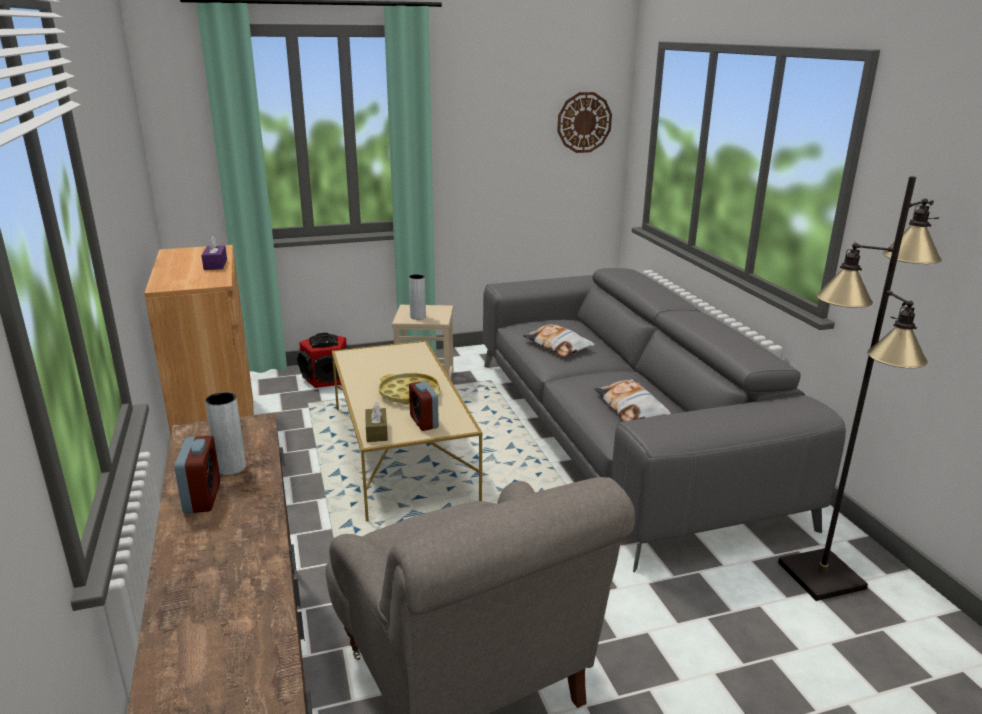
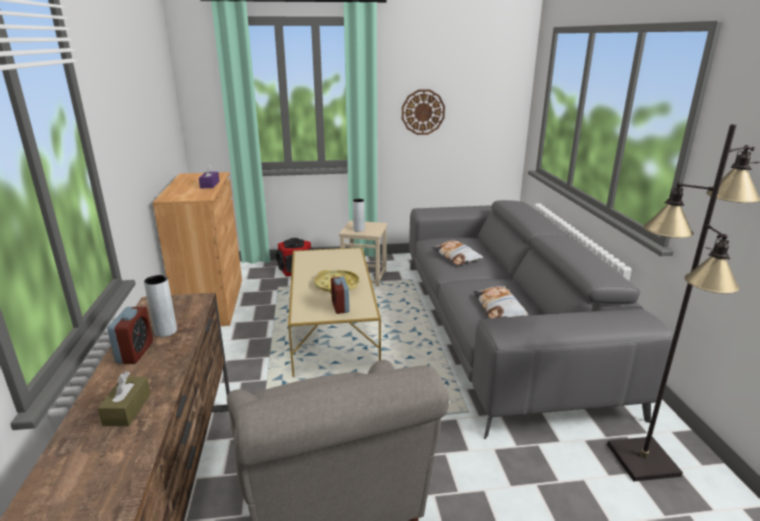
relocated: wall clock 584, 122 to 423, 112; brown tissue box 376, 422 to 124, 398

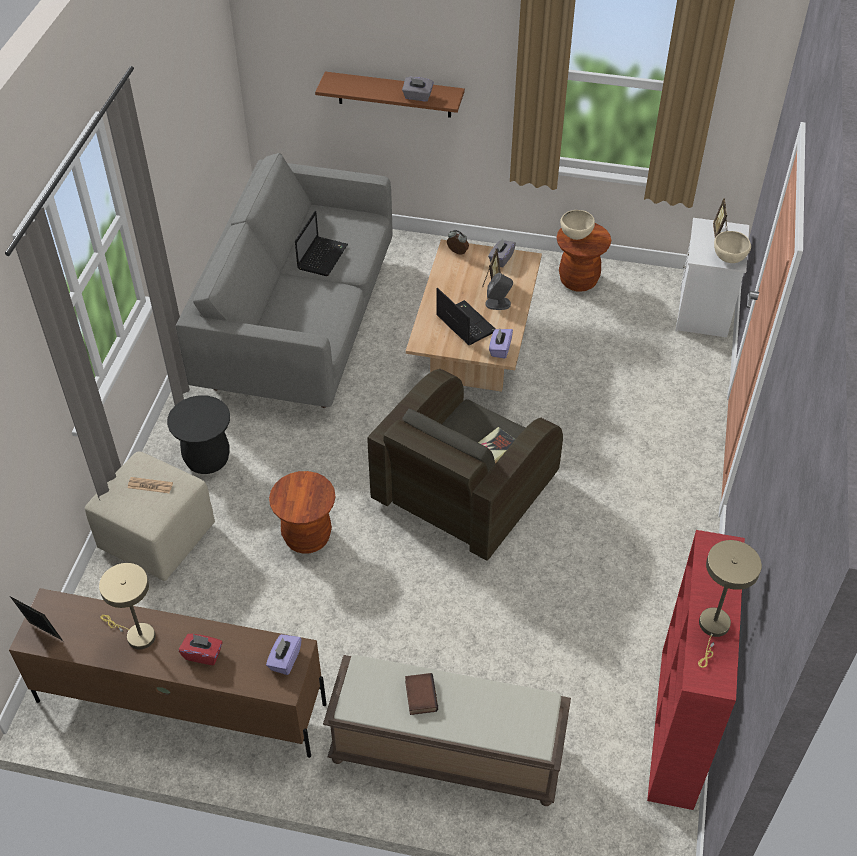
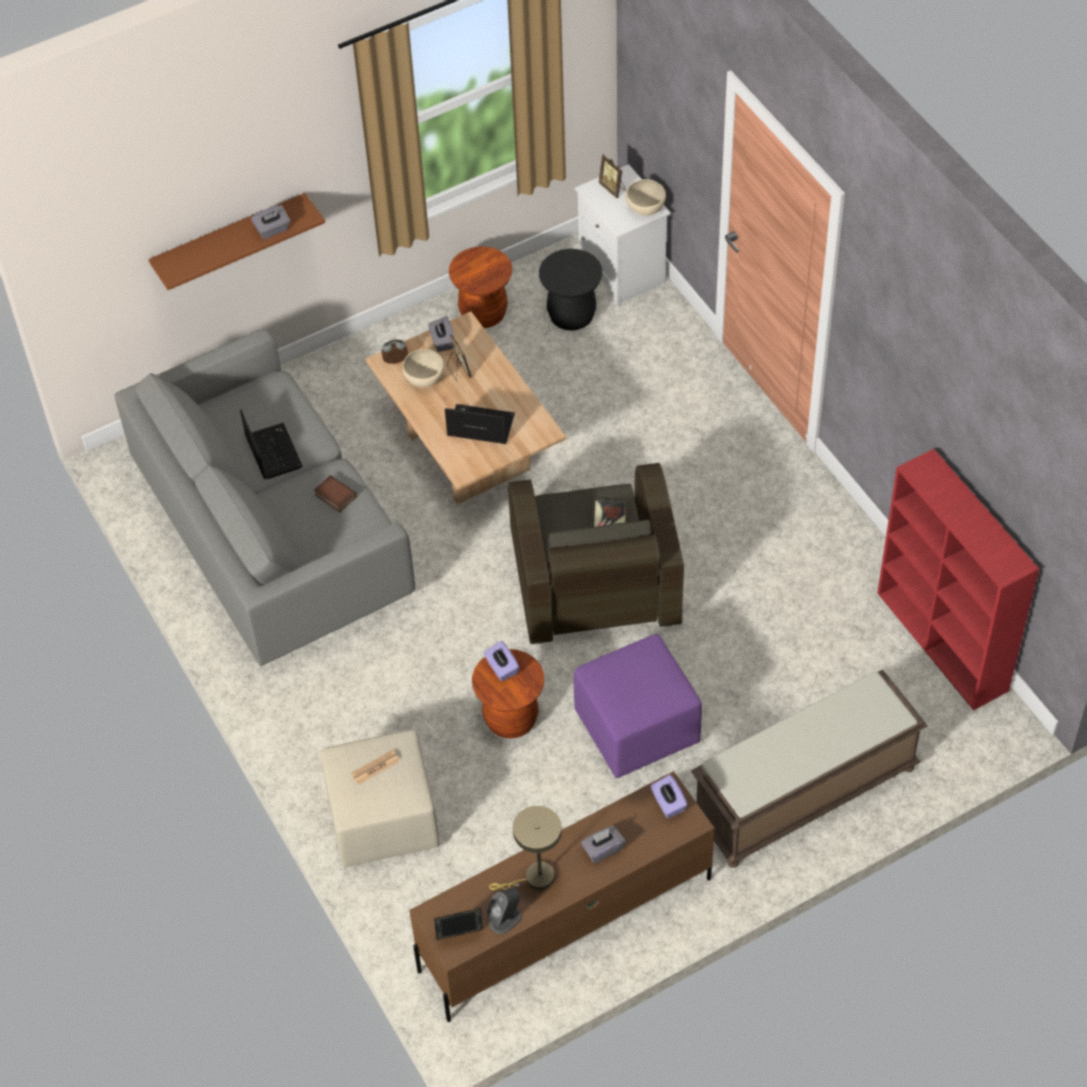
missing: beige table lamp 730, 604
appeared: purple ottoman 638, 706
relocated: beige bowl 577, 225 to 423, 368; grey speaker 499, 291 to 504, 911; purple tissue box 501, 344 to 501, 661; black stool 198, 434 to 570, 290; book 421, 694 to 335, 493
colour: red tissue box 201, 649 to grey tissue box 603, 845

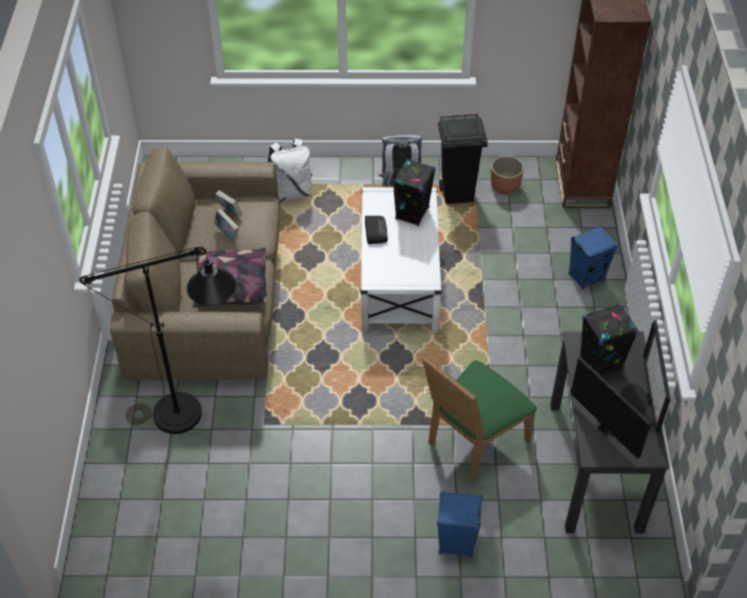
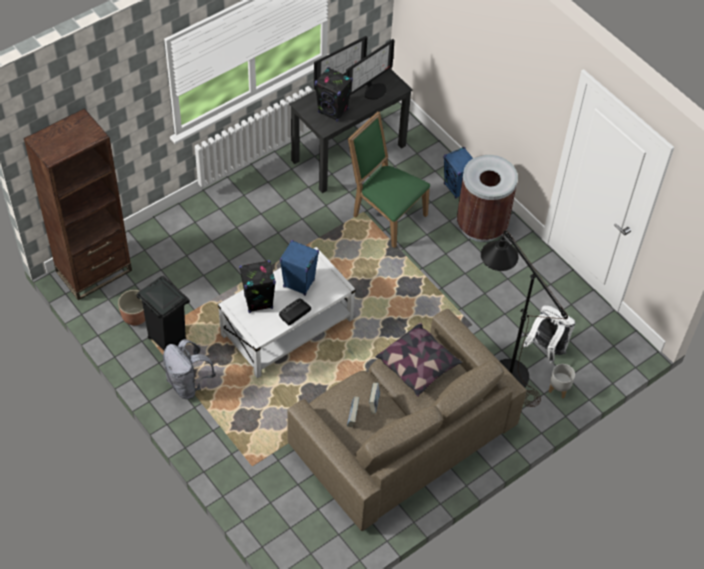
appeared: brown trash can 487, 198; grey planter 562, 381
relocated: white backpack 290, 170 to 549, 334; blue speaker 593, 258 to 299, 267
spun: green chair 479, 418 = 389, 179 150 degrees counterclockwise; monitor 611, 408 = 370, 69 150 degrees counterclockwise

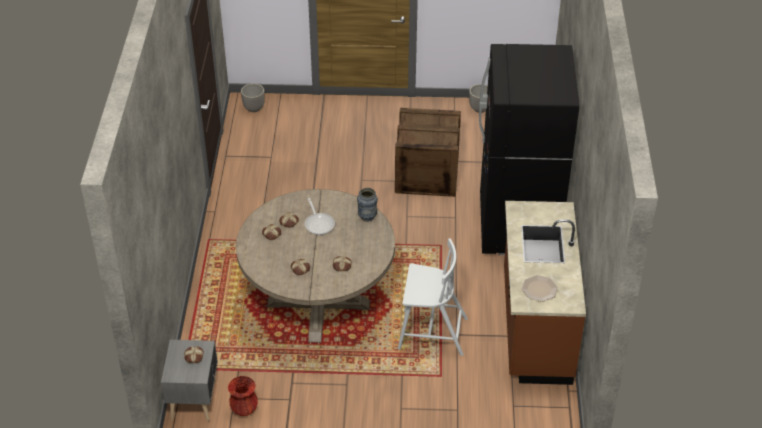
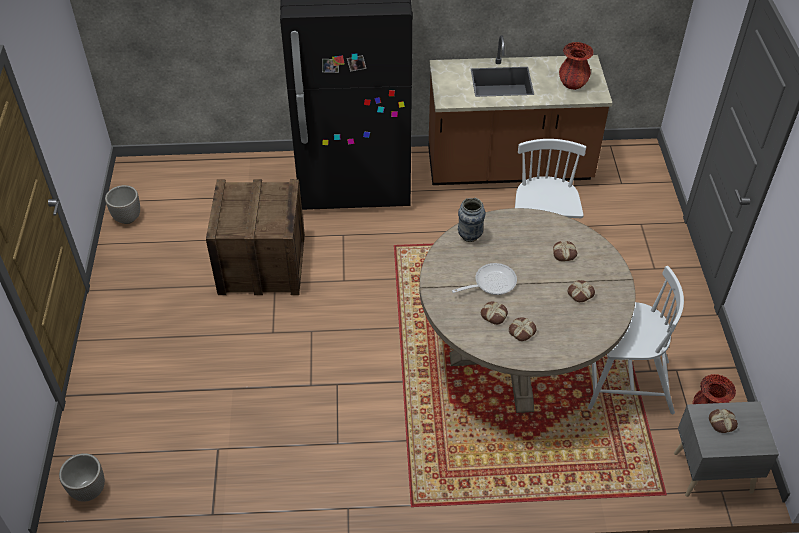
appeared: white chair 636, 340
exchanged: plate 540, 288 to red vase 576, 66

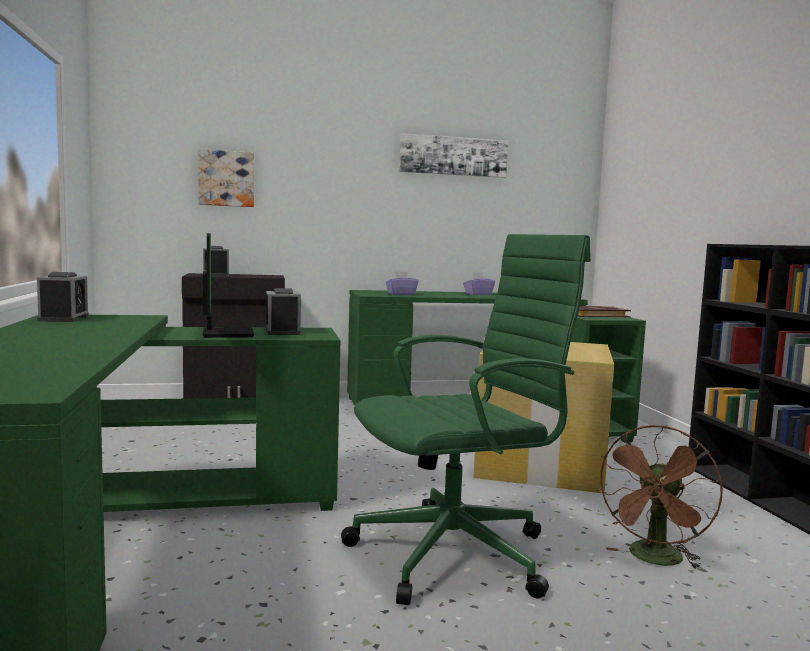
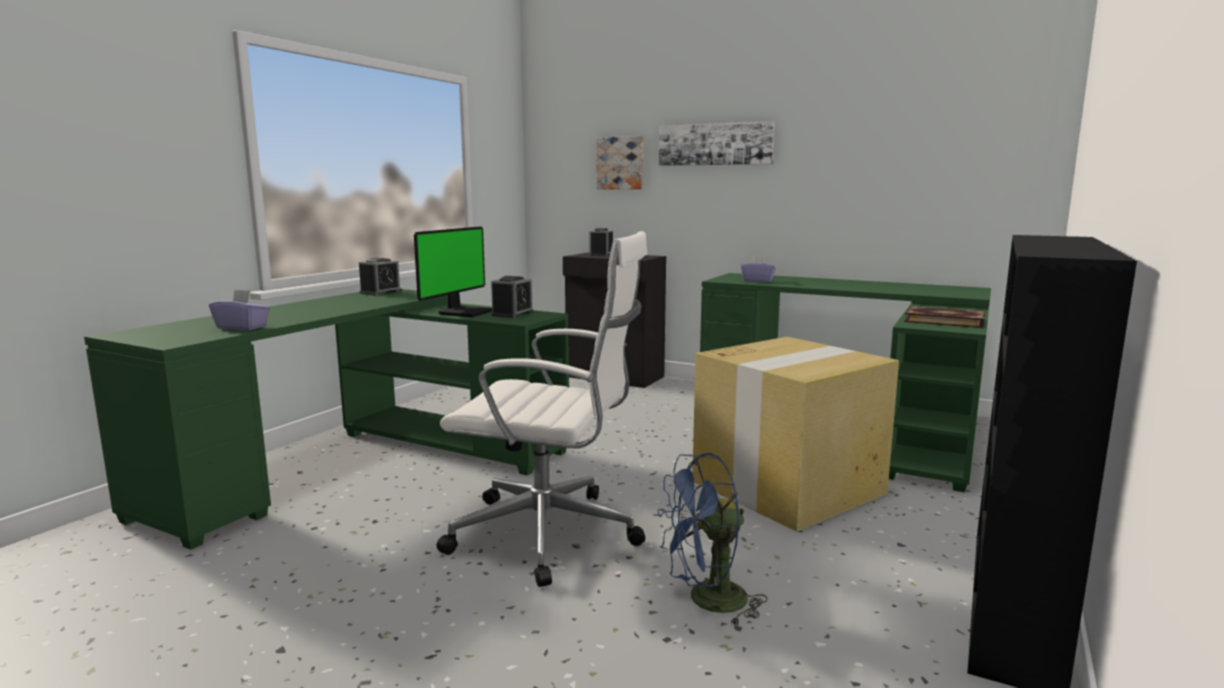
relocated: picture 453, 155 to 717, 143; purple tissue box 479, 284 to 239, 309
colour: green office chair 466, 419 to white office chair 542, 409; brown fan 659, 497 to blue fan 713, 539

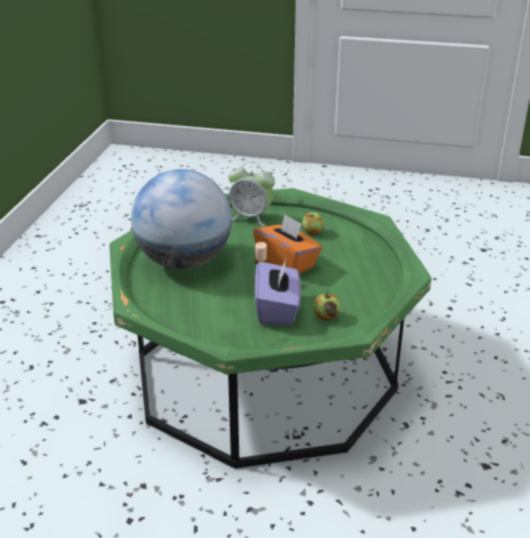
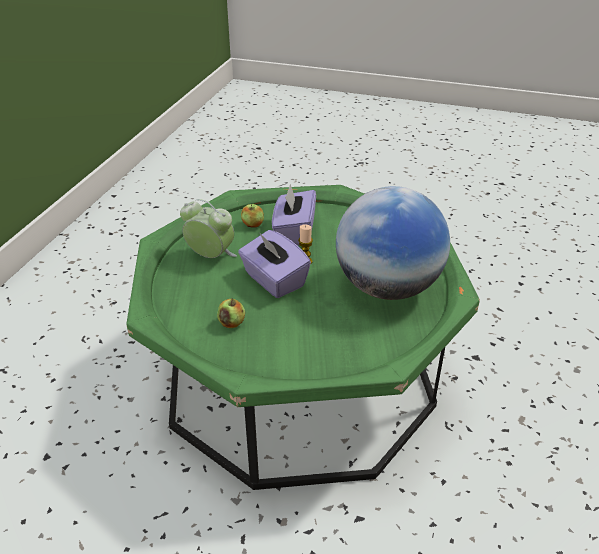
relocated: alarm clock 251, 194 to 208, 228
colour: orange tissue box 287, 244 to purple tissue box 274, 264

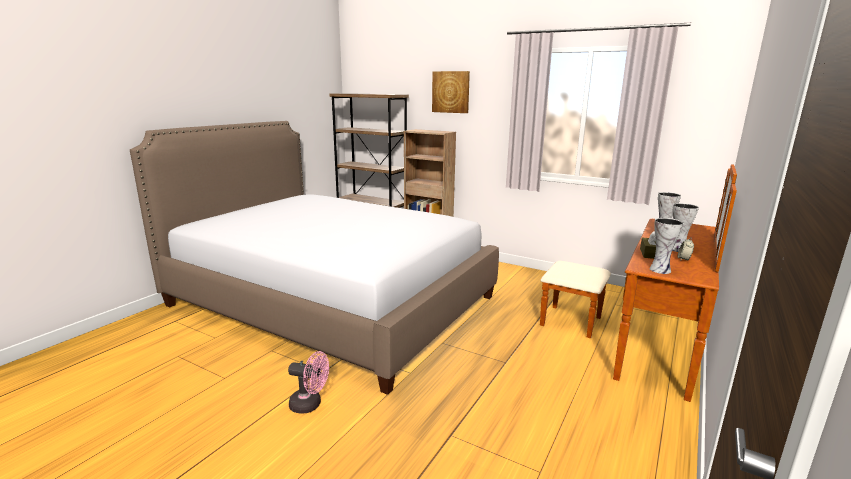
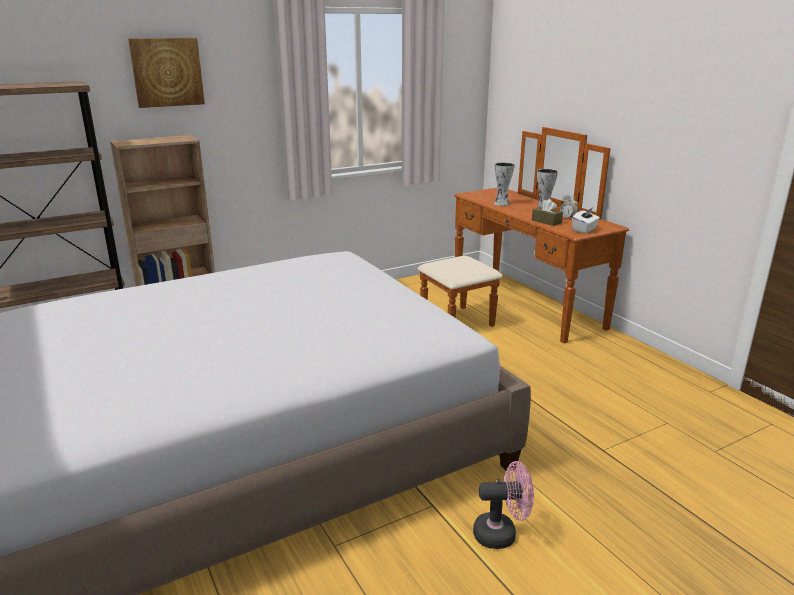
exchanged: vase 666, 246 to white tissue box 586, 220
spun: pink fan 308, 382 = 503, 505 45 degrees clockwise

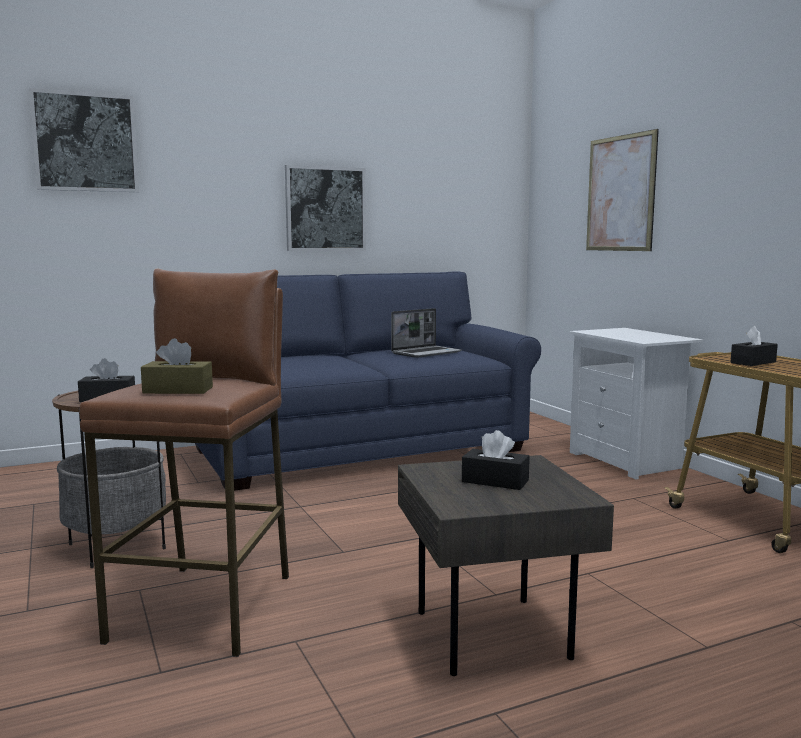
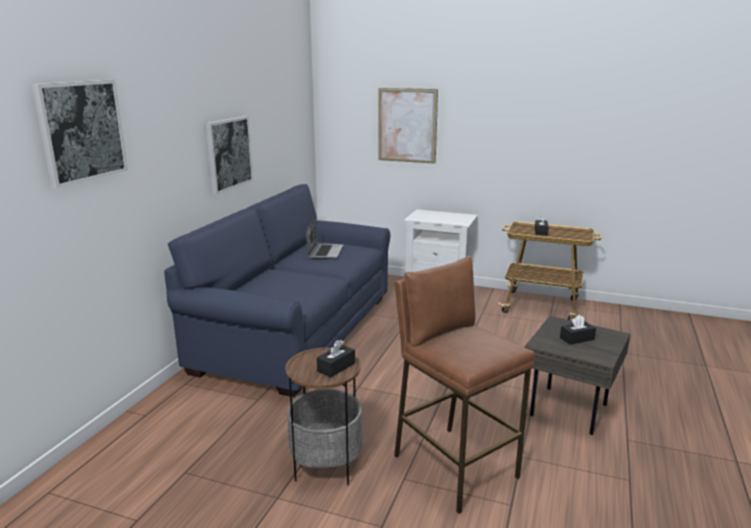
missing: brown tissue box 177, 366

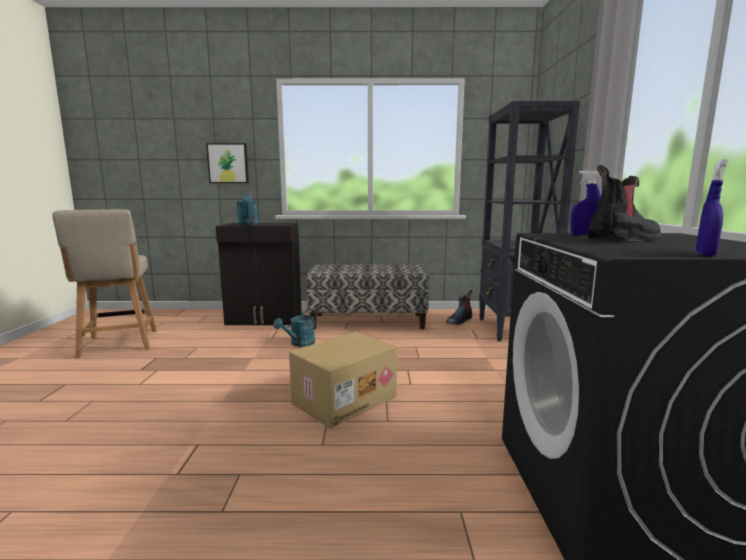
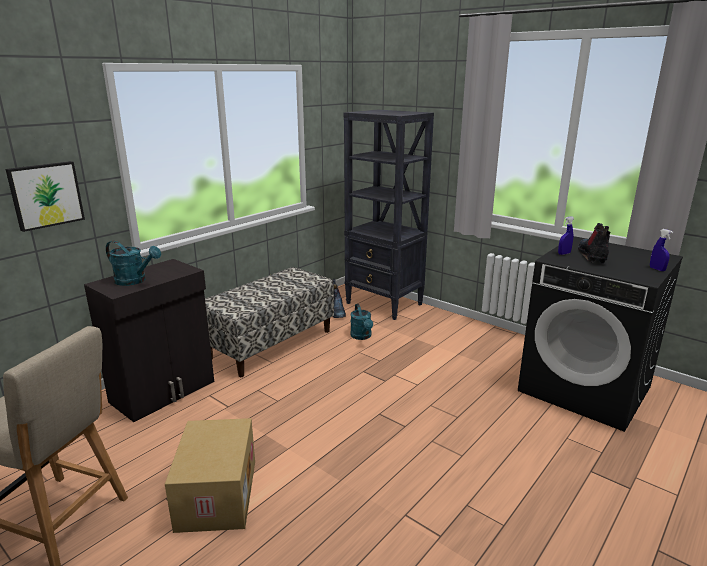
relocated: turquoise watering can 294, 328 to 361, 322; cardboard box 343, 380 to 210, 475

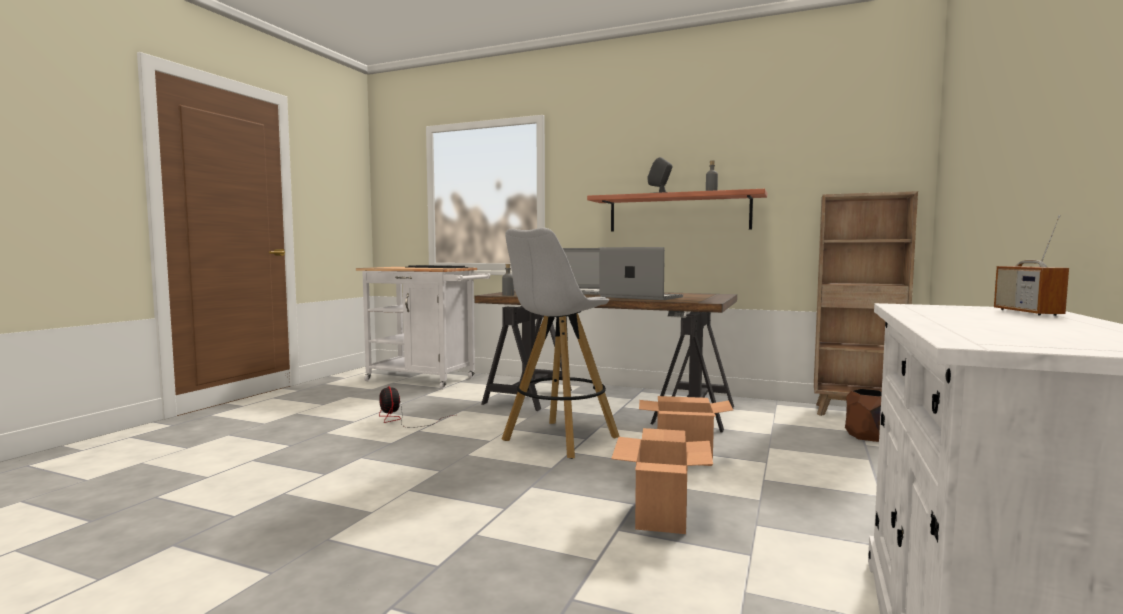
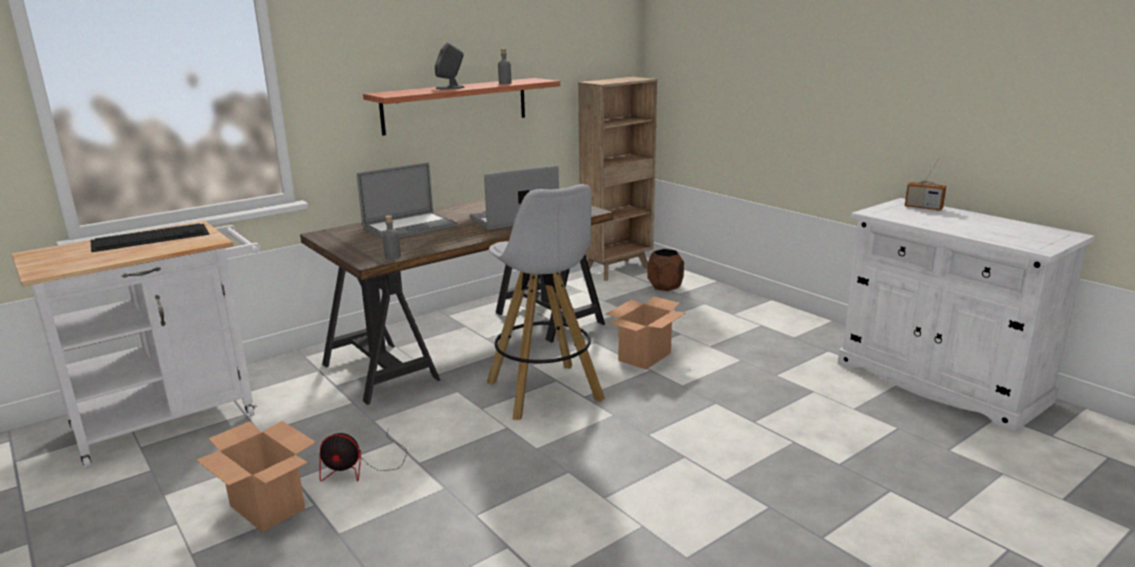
relocated: cardboard box 662, 481 to 256, 476

